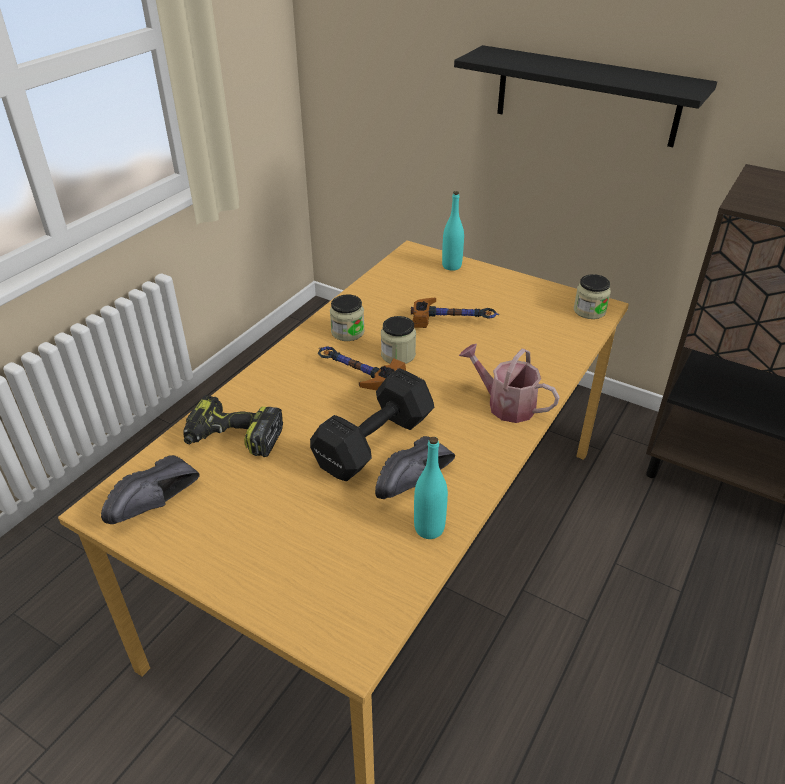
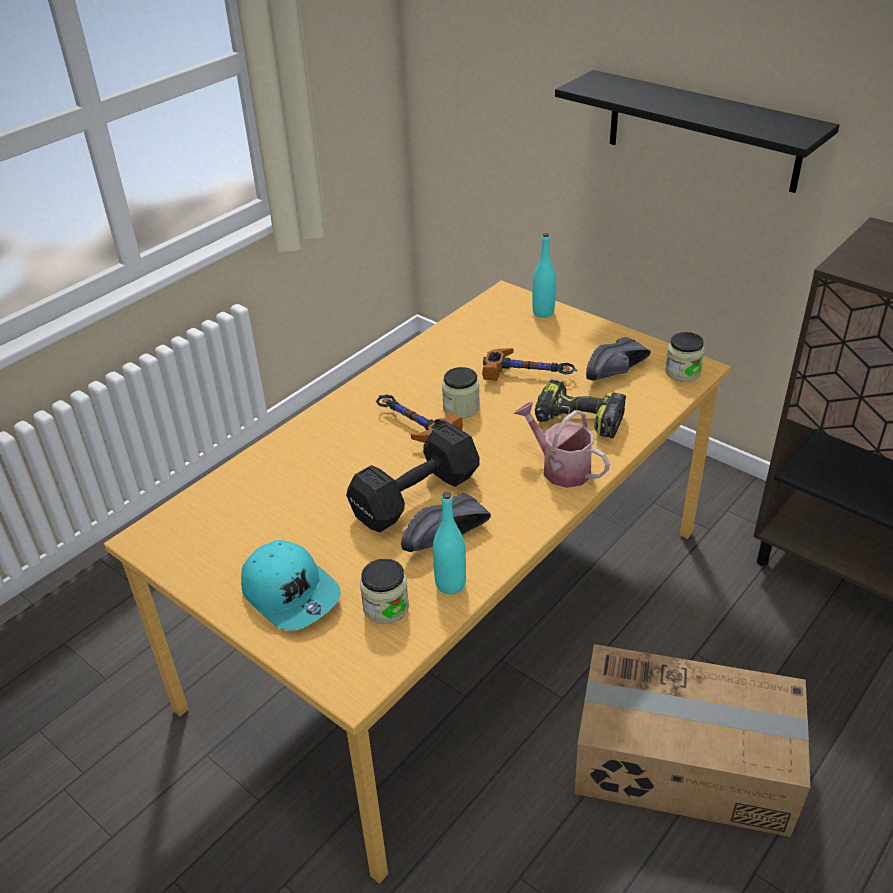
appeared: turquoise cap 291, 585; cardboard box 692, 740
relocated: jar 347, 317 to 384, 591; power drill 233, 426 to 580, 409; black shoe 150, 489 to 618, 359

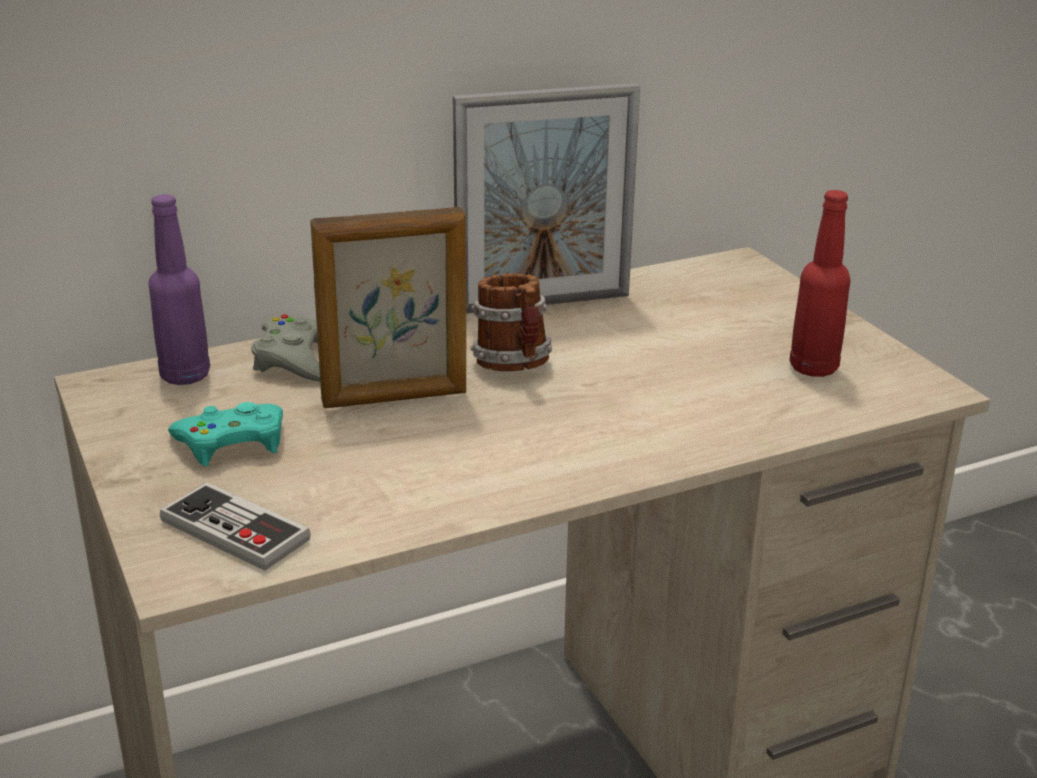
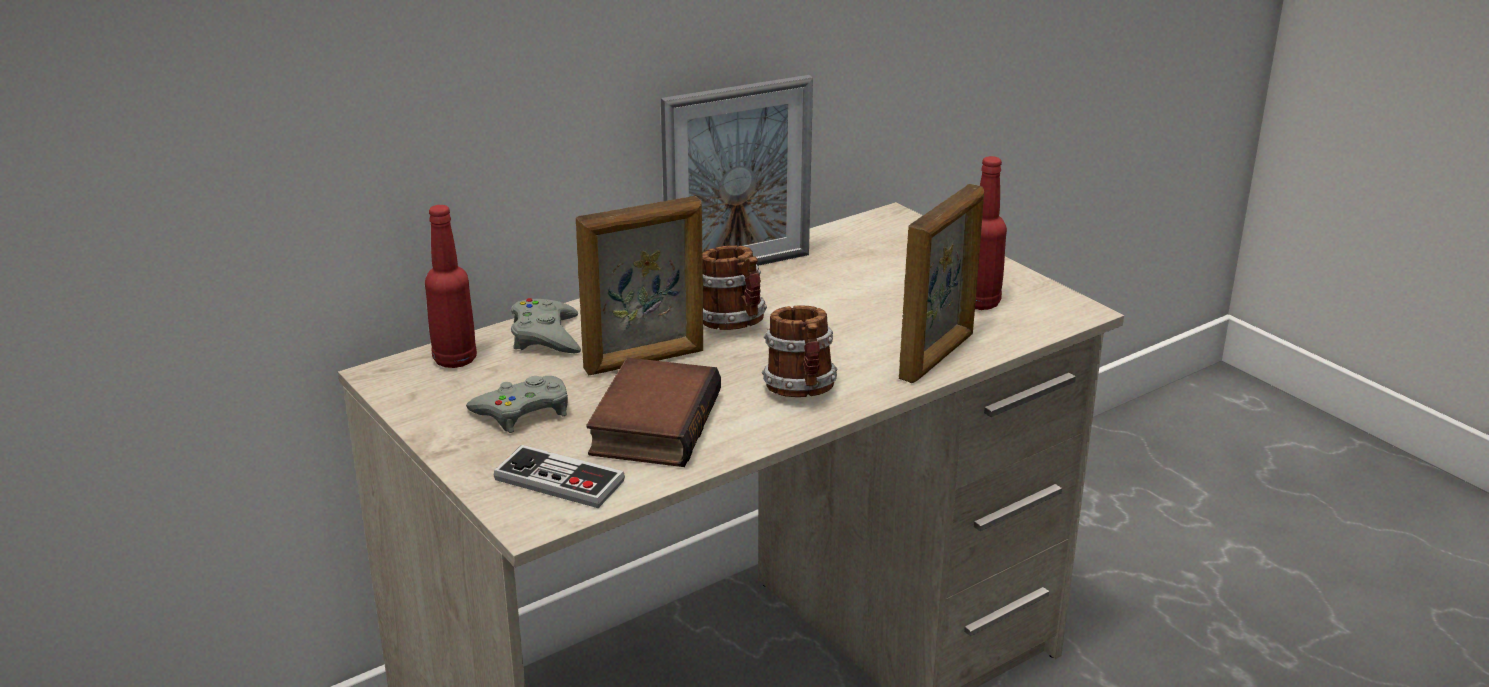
appeared: picture frame 941, 283; mug 799, 351; book 653, 412
colour: purple bottle 179, 289 to red bottle 451, 286; turquoise game controller 225, 434 to grey game controller 517, 404

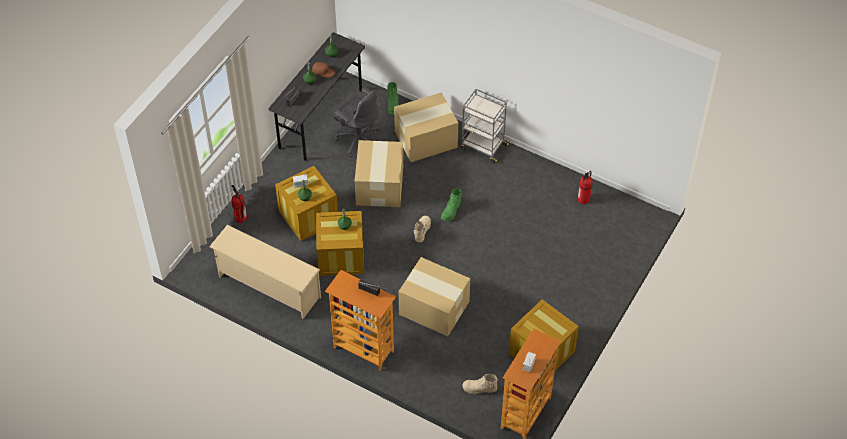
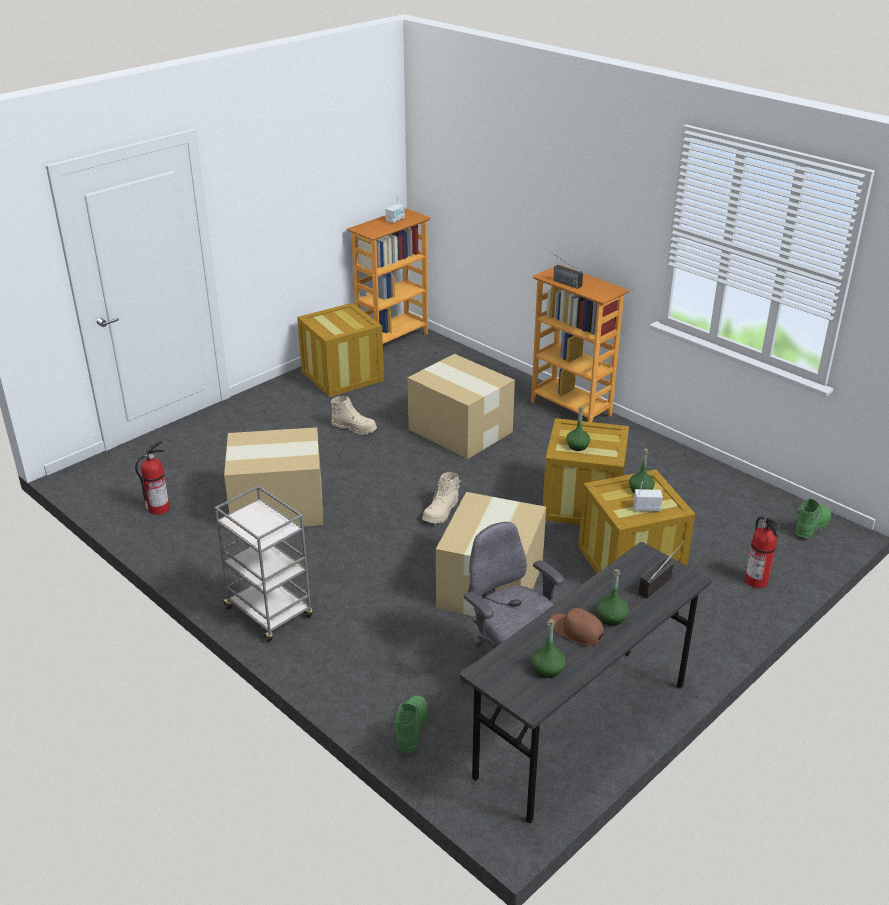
missing: beige shoe rack 265, 272
relocated: cardboard box 426, 127 to 273, 477; green boot 451, 204 to 813, 518; beige boot 480, 384 to 354, 415

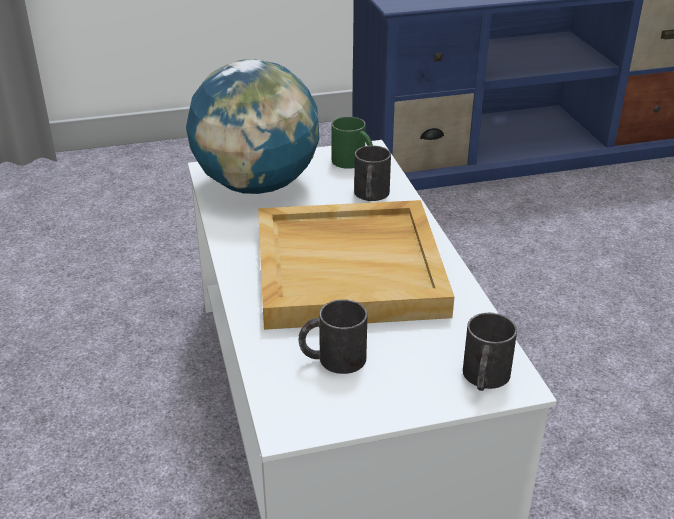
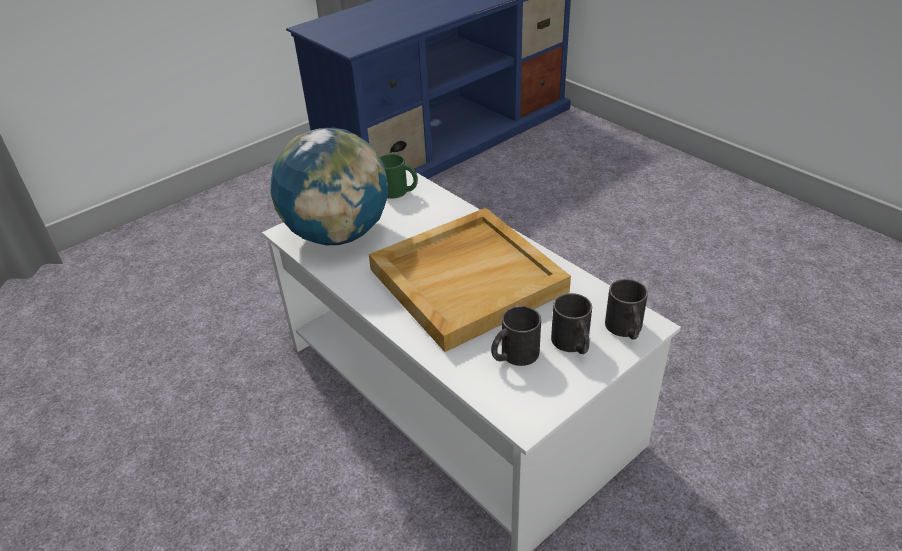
relocated: black mug 372, 173 to 571, 323

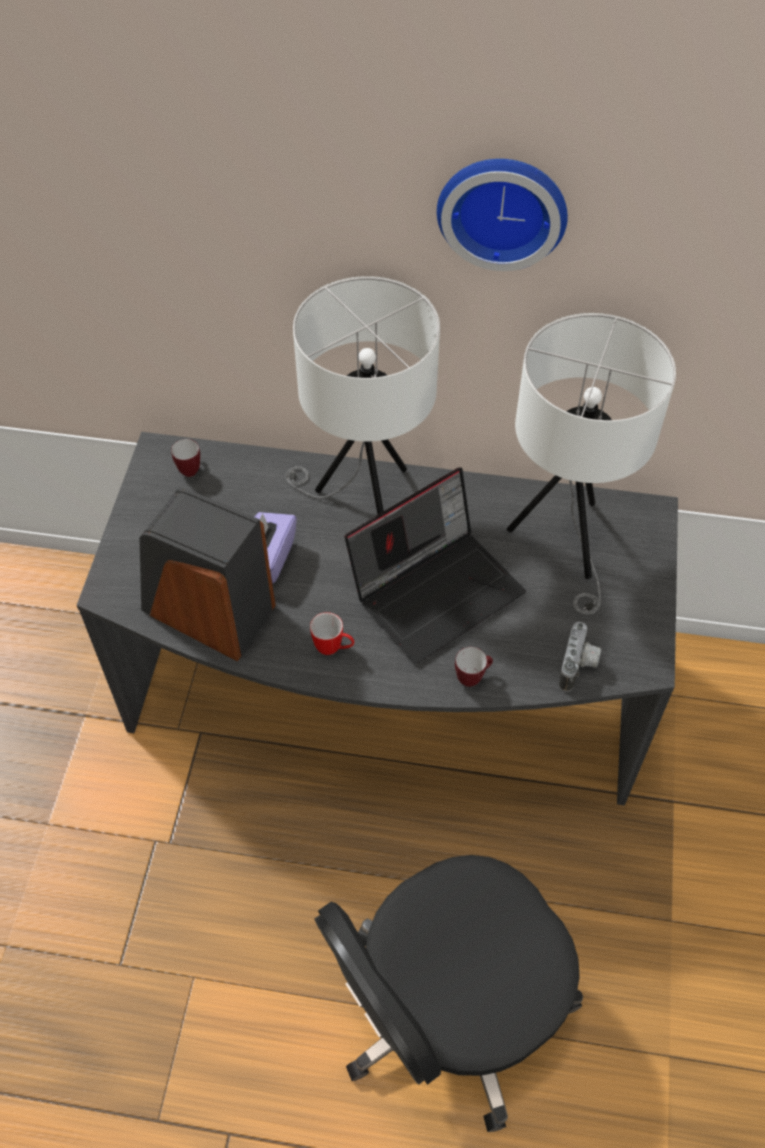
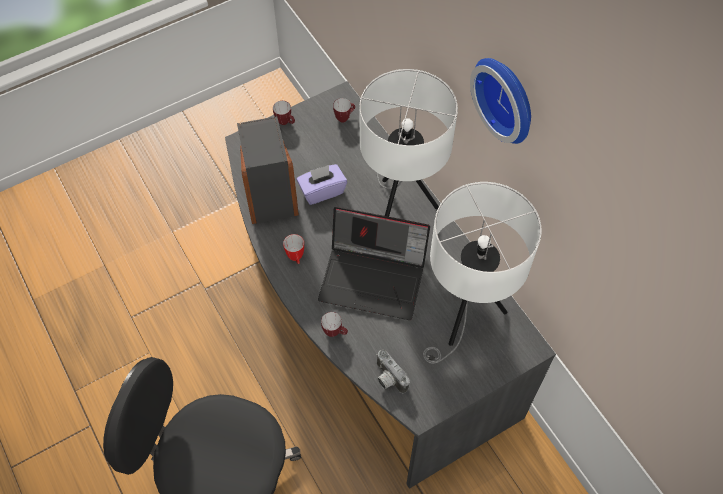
appeared: mug 284, 113
spun: photo camera 580, 657 = 393, 371 75 degrees clockwise

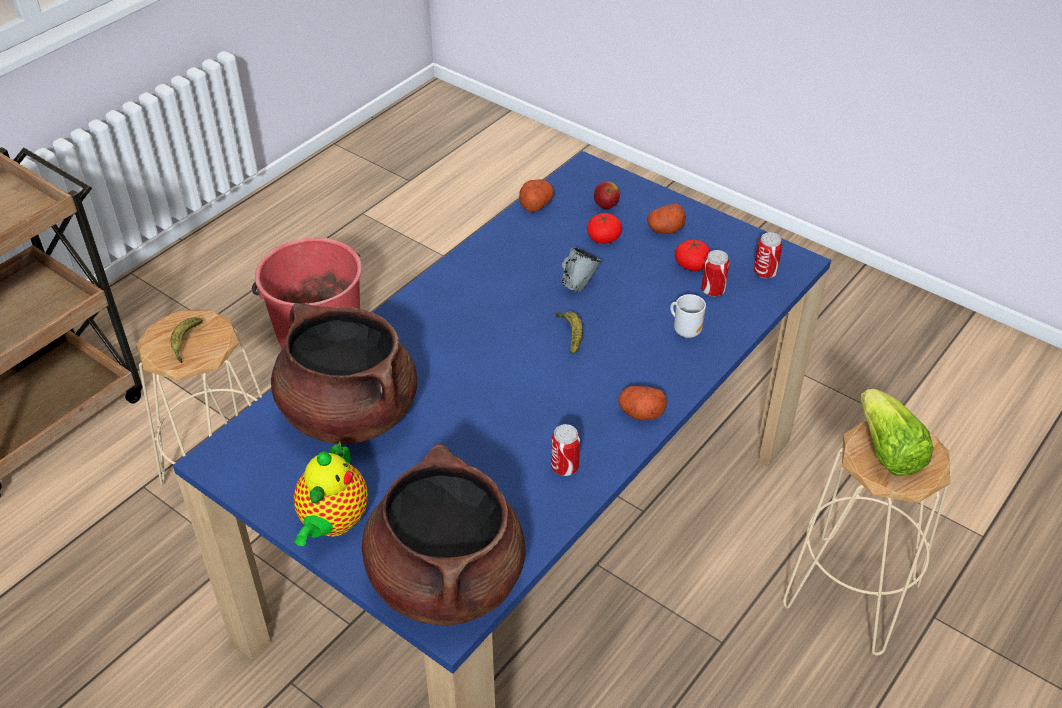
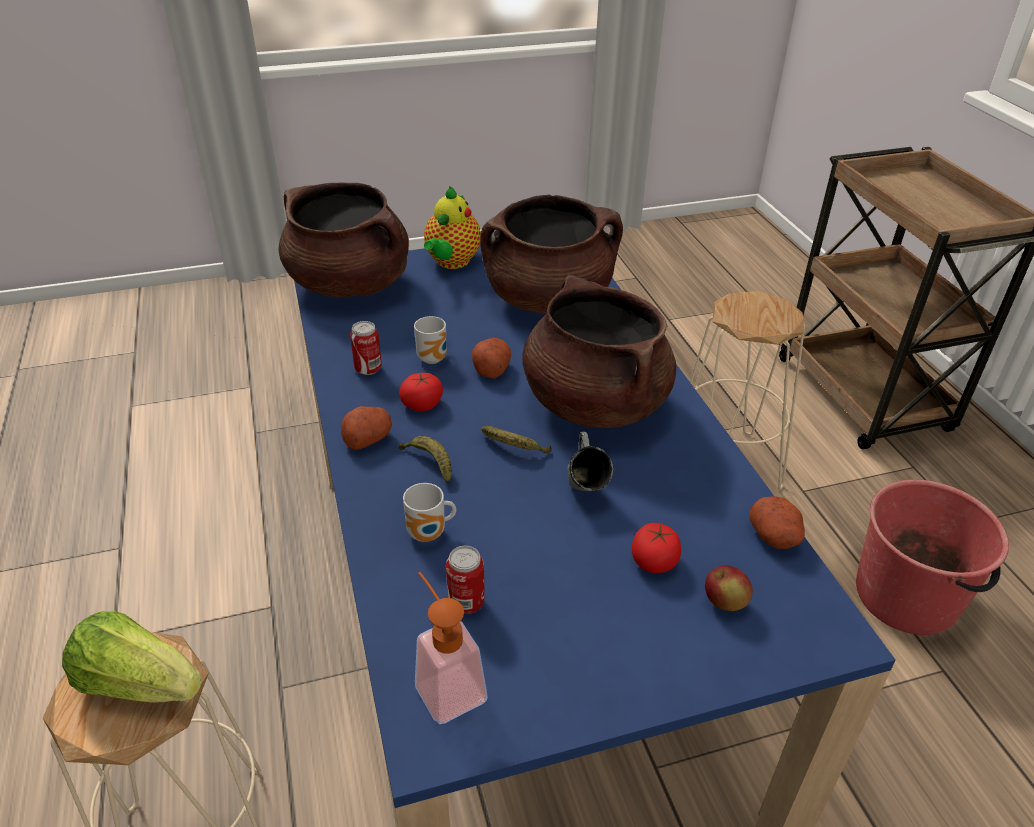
appeared: brown cooking pot 599, 351; mug 430, 340
relocated: potato 666, 218 to 491, 358; tomato 692, 255 to 421, 392; banana 186, 340 to 425, 459
exchanged: can 768, 255 to soap dispenser 451, 648
spun: teapot 331, 493 = 452, 227 120 degrees counterclockwise

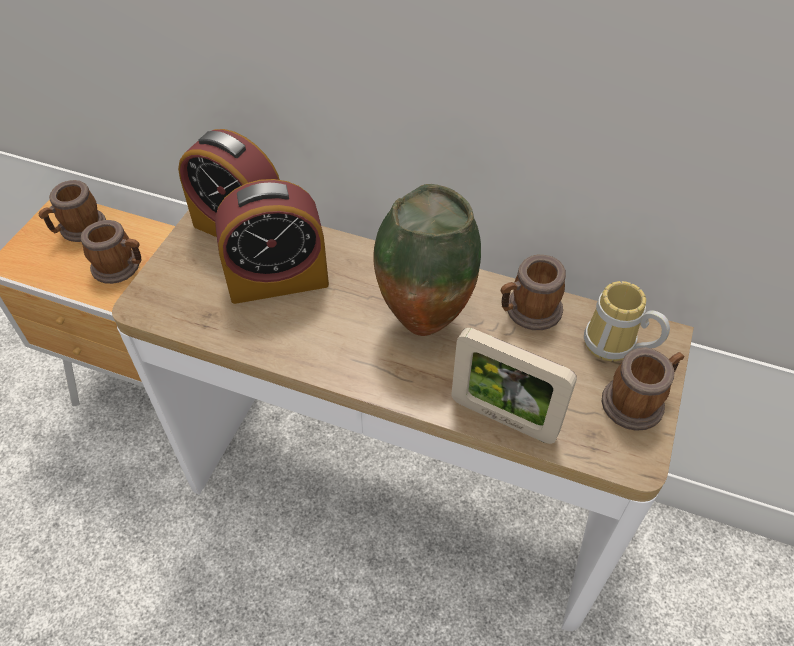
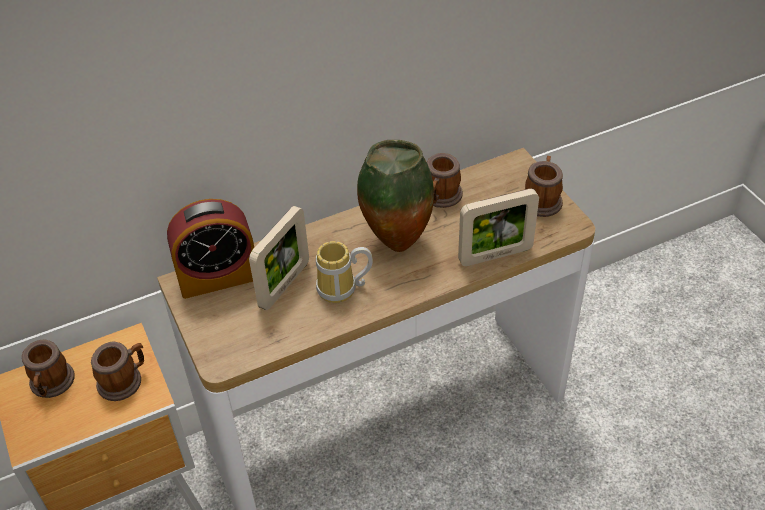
relocated: mug 627, 321 to 344, 272
exchanged: alarm clock 272, 241 to picture frame 279, 258

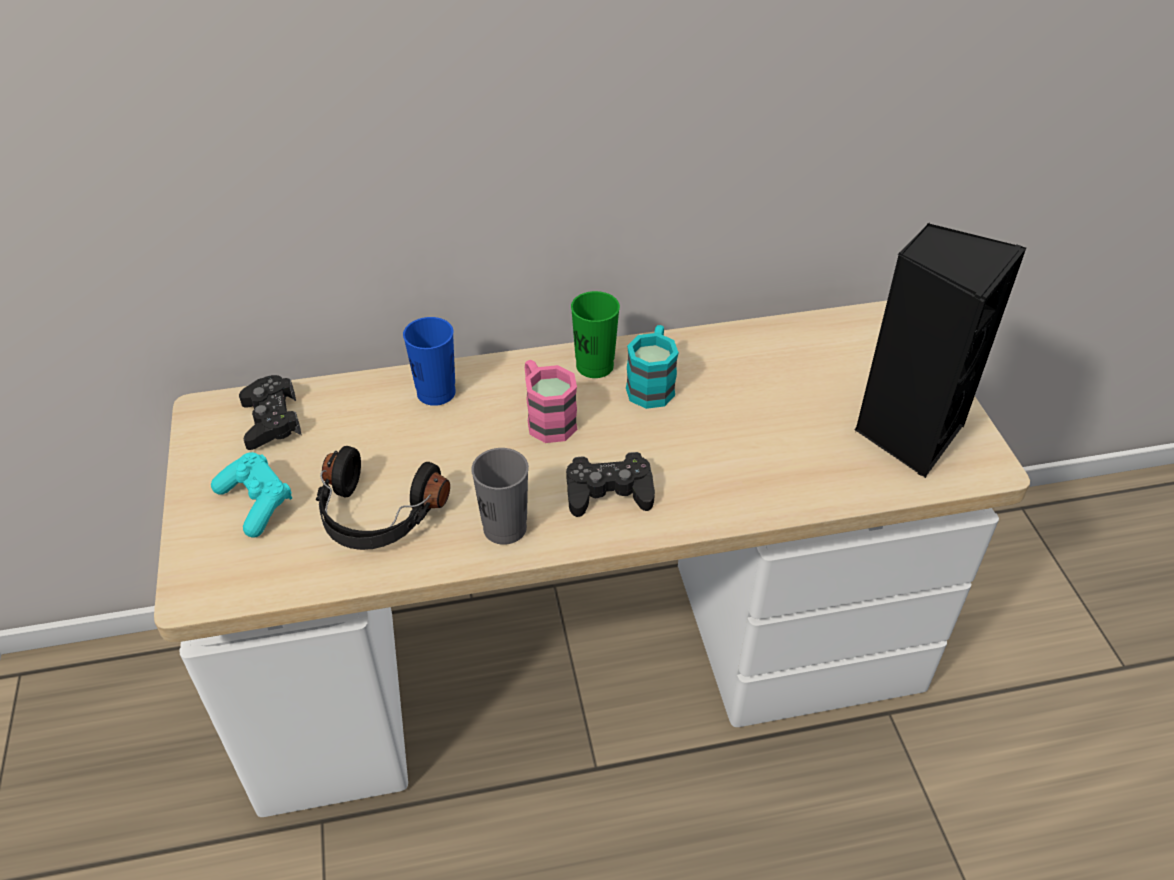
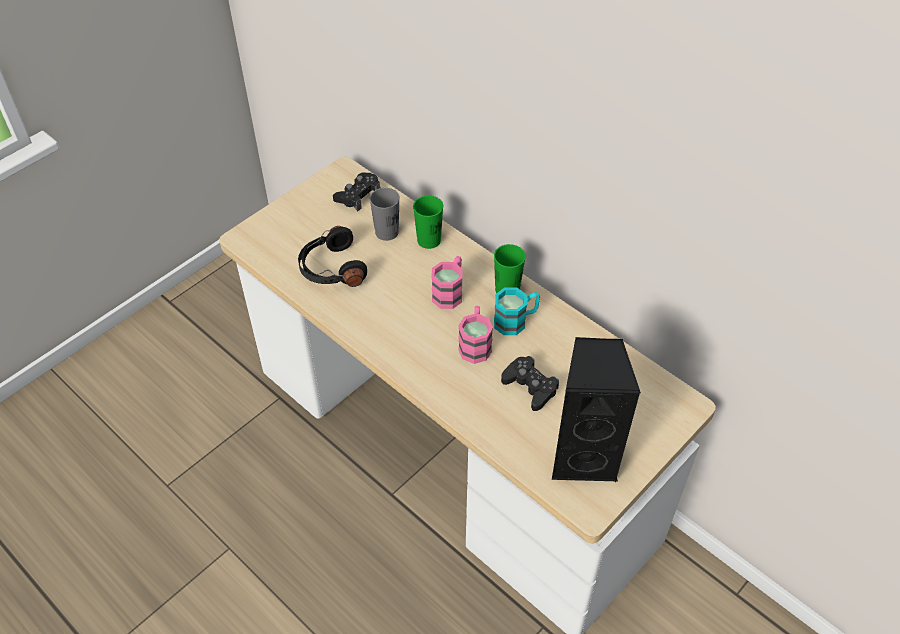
missing: turquoise game controller 251, 494
appeared: pink mug 475, 335
relocated: grey cup 500, 496 to 385, 214; black game controller 610, 484 to 530, 383
colour: blue cup 429, 361 to green cup 428, 222

